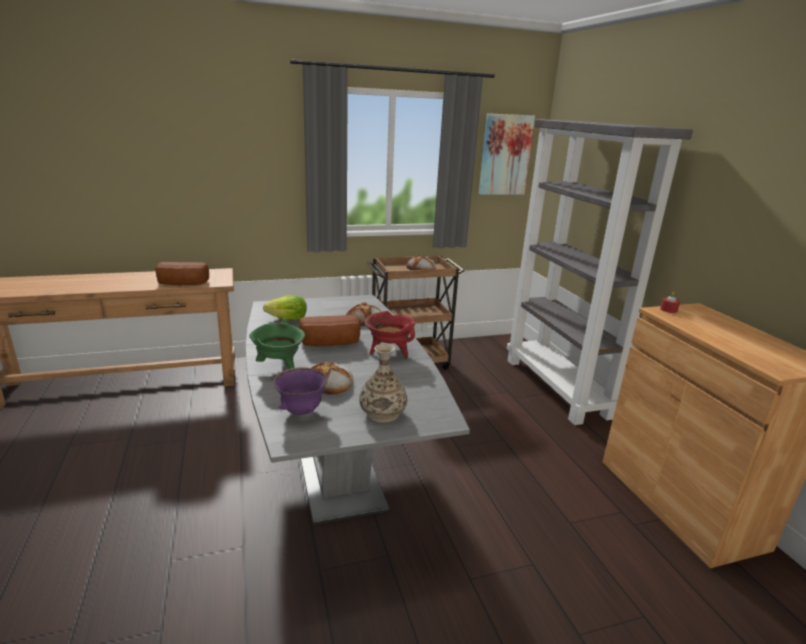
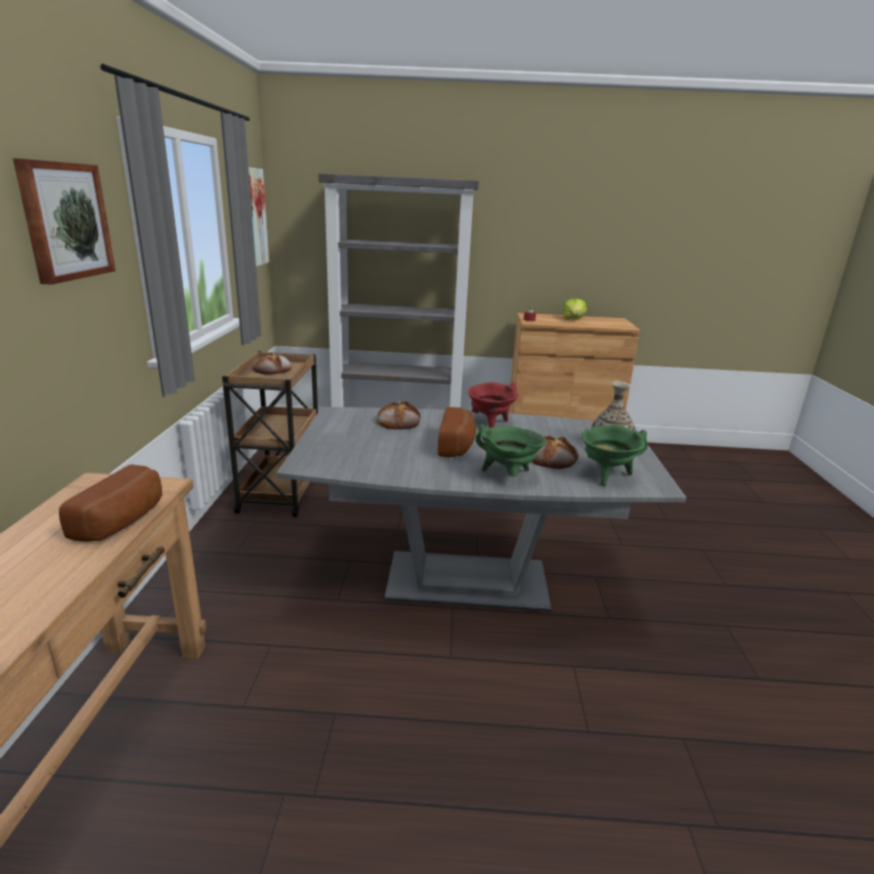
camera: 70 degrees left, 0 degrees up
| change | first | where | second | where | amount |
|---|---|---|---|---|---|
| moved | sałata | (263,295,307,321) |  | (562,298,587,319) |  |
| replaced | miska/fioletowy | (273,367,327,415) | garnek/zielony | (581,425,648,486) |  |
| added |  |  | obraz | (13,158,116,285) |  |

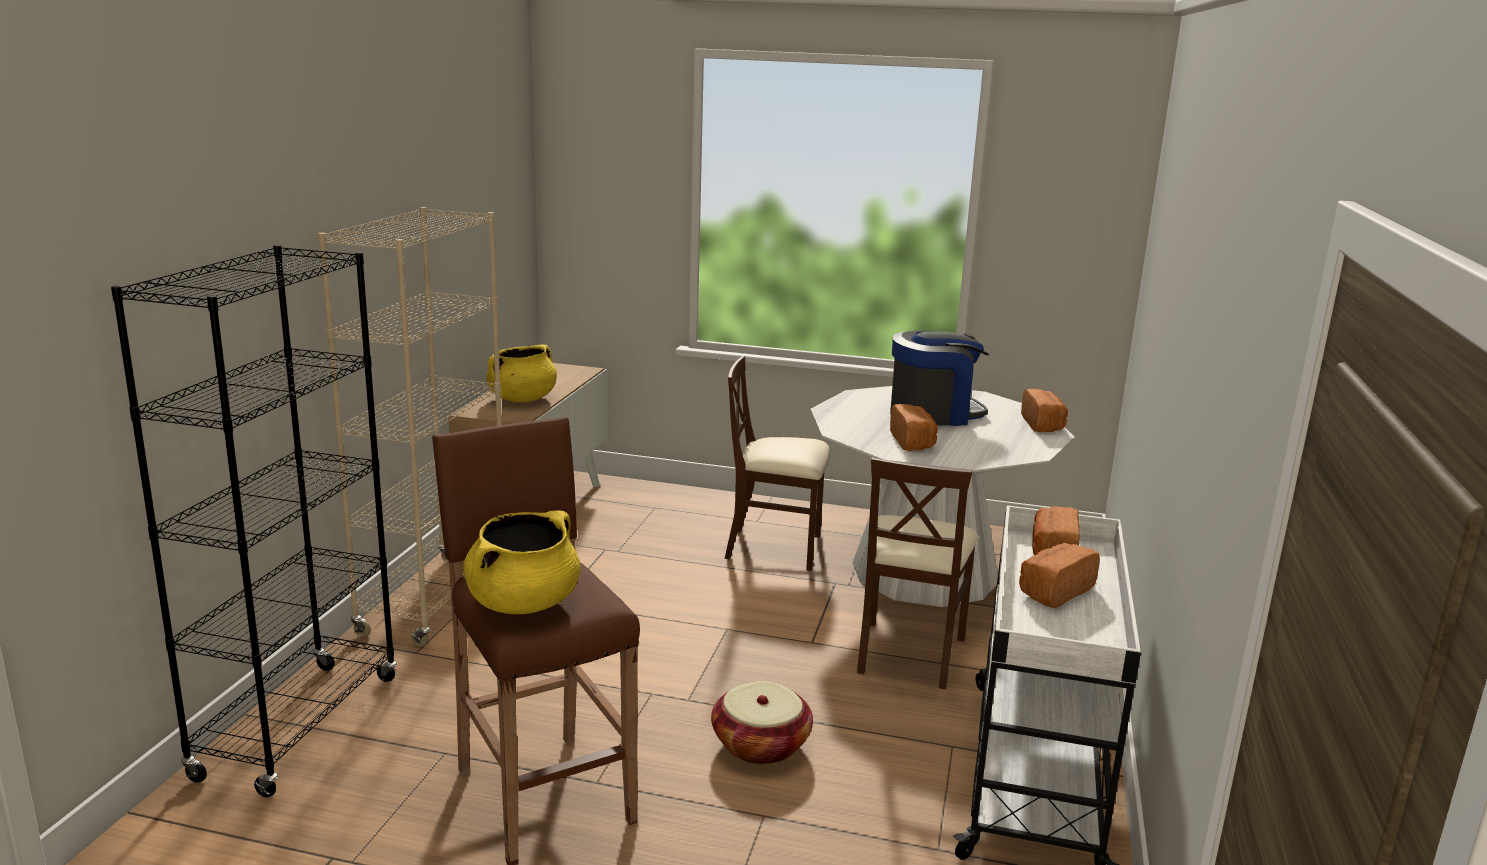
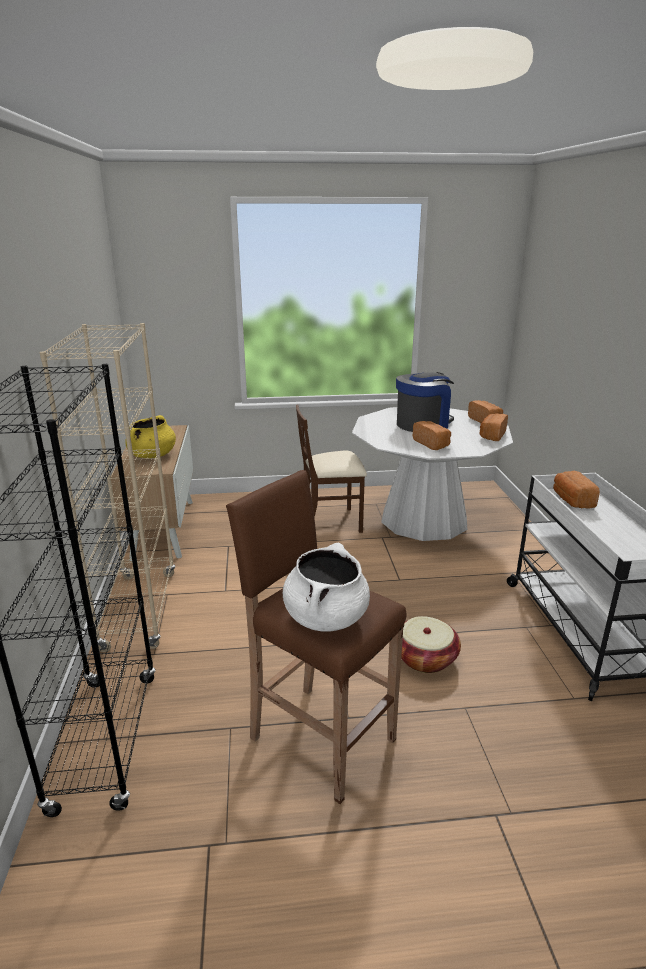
camera: 20 degrees left, 5 degrees up
| change | first | where | second | where | amount |
|---|---|---|---|---|---|
| recoloured | garnek/żółty | (463,510,581,614) | garnek/biały | (283,543,370,631) |  |
| removed | krzesło/brązowy | (857,457,979,689) |  |  |  |
| moved | chleb | (1019,543,1100,608) |  | (480,413,508,441) |  |

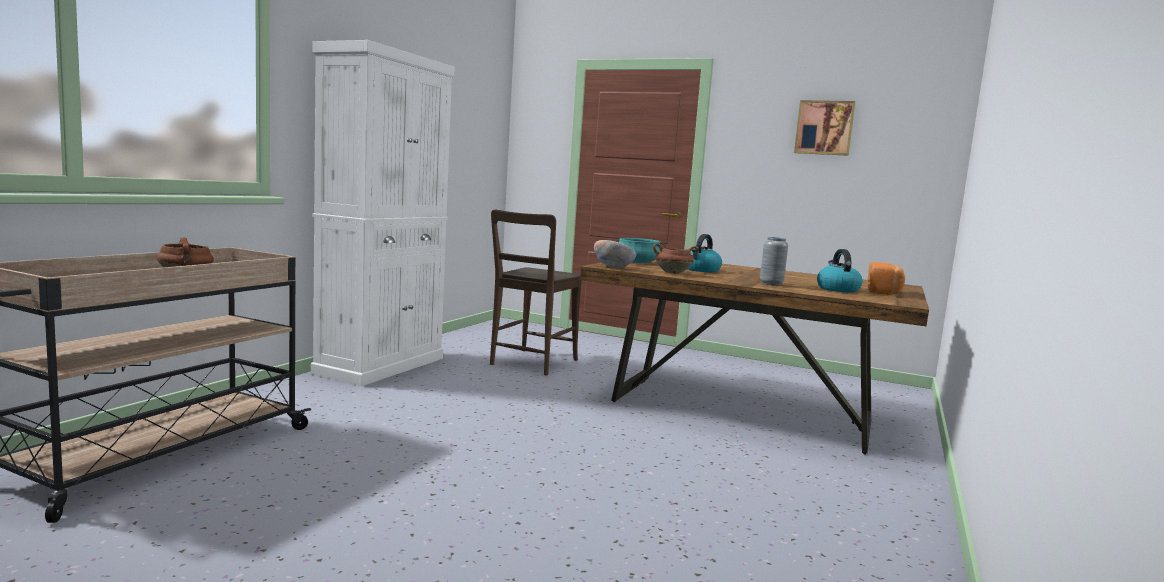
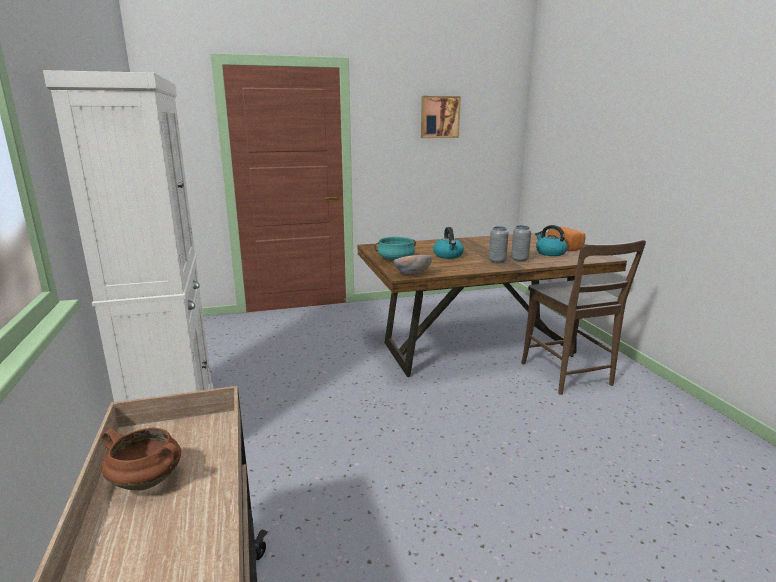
camera: 40 degrees left, 10 degrees up
| change | first | where | second | where | amount |
|---|---|---|---|---|---|
| moved | krzesło/brązowy | (490,210,582,375) |  | (521,240,646,395) |  |
| removed | garnek/brązowy | (653,243,698,274) |  |  |  |
| added |  |  | wazon/szary | (489,226,509,263) |  |

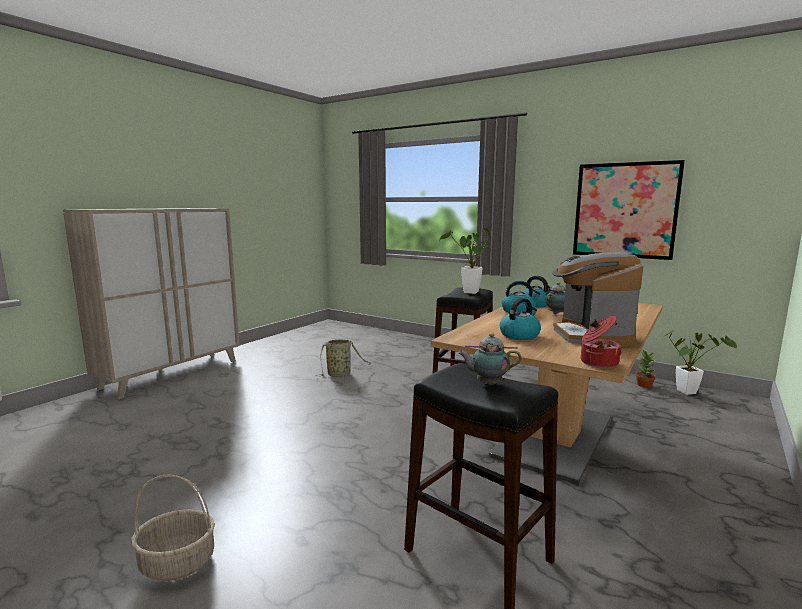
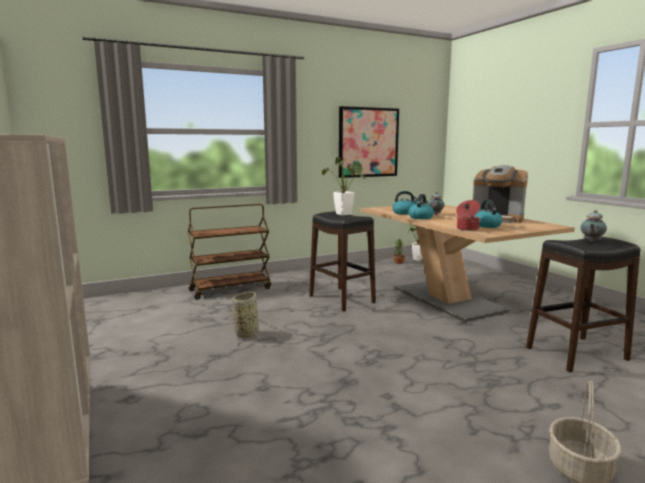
camera: 60 degrees left, 0 degrees up
| change | first | where | second | where | amount |
|---|---|---|---|---|---|
| moved | garnek | (581,316,622,368) |  | (456,200,480,231) |  |
| added |  |  | wózek/brązowy | (188,204,271,300) |  |

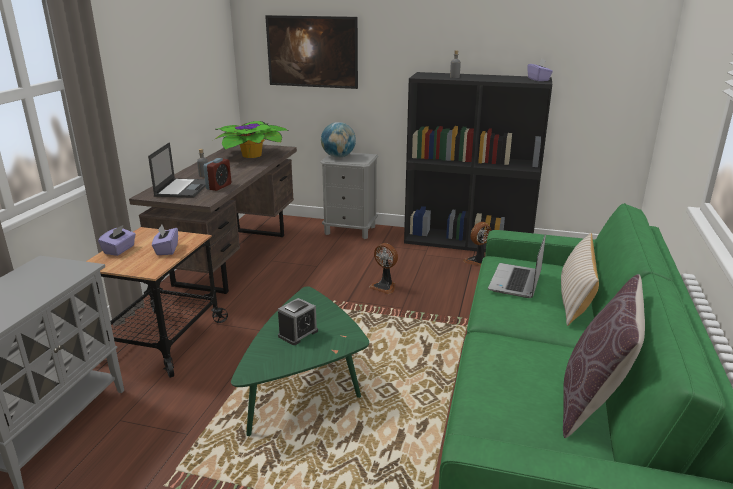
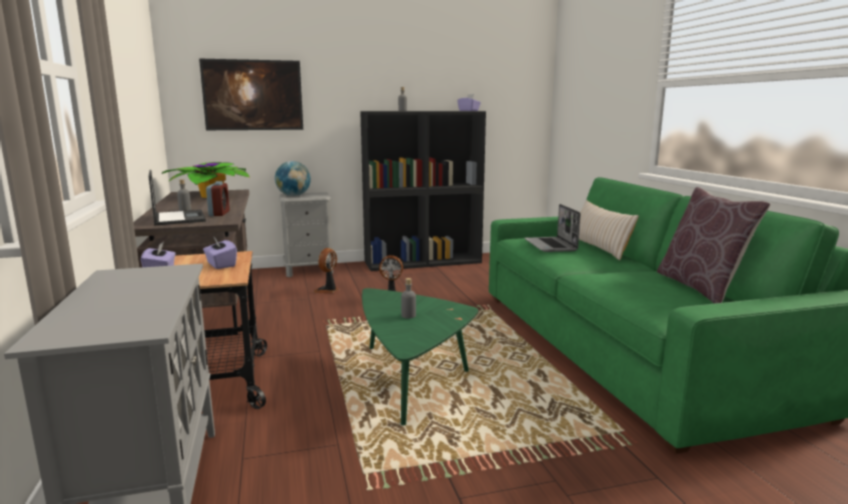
camera: 30 degrees left, 10 degrees down
| change | first | where | second | where | amount |
|---|---|---|---|---|---|
| replaced | budzik | (278,298,318,345) | butelka/szary | (401,278,416,319) |  |
| moved | wentylator | (463,222,491,266) |  | (314,248,339,293) |  |

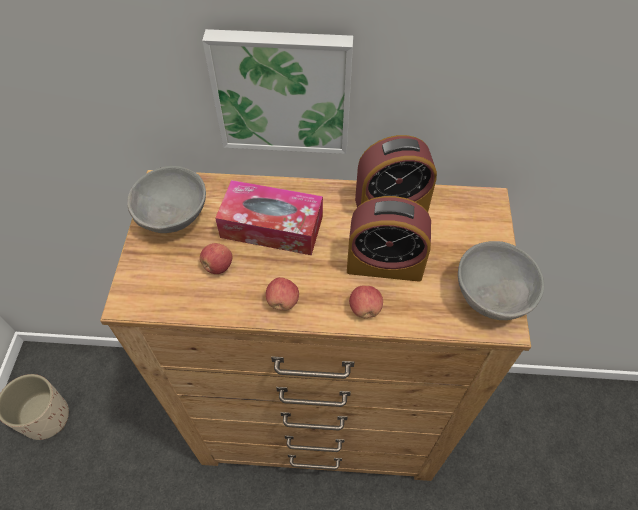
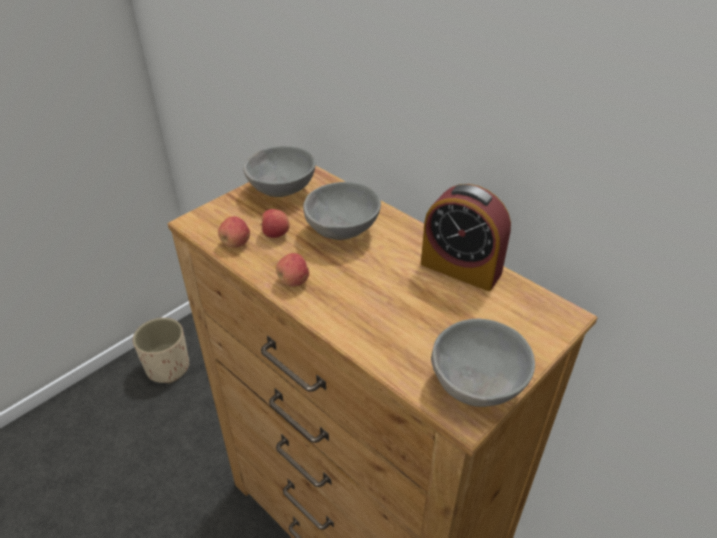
camera: 40 degrees right, 15 degrees down
| change | first | where | second | where | amount |
|---|---|---|---|---|---|
| removed | obraz | (202,29,353,154) |  |  |  |
| replaced | pudełko chusteczek | (215,180,323,255) | miska/szary | (303,182,381,240) |  |
| removed | budzik | (347,196,431,282) |  |  |  |
| moved | jabłko | (349,285,383,318) |  | (218,216,250,247) |  |

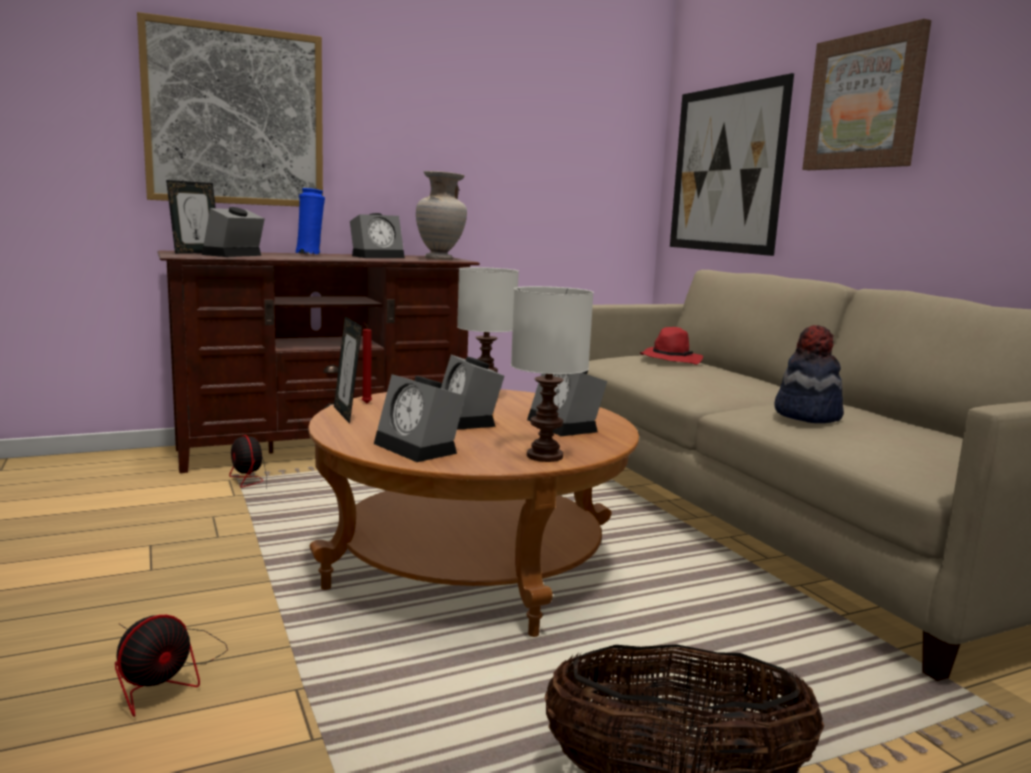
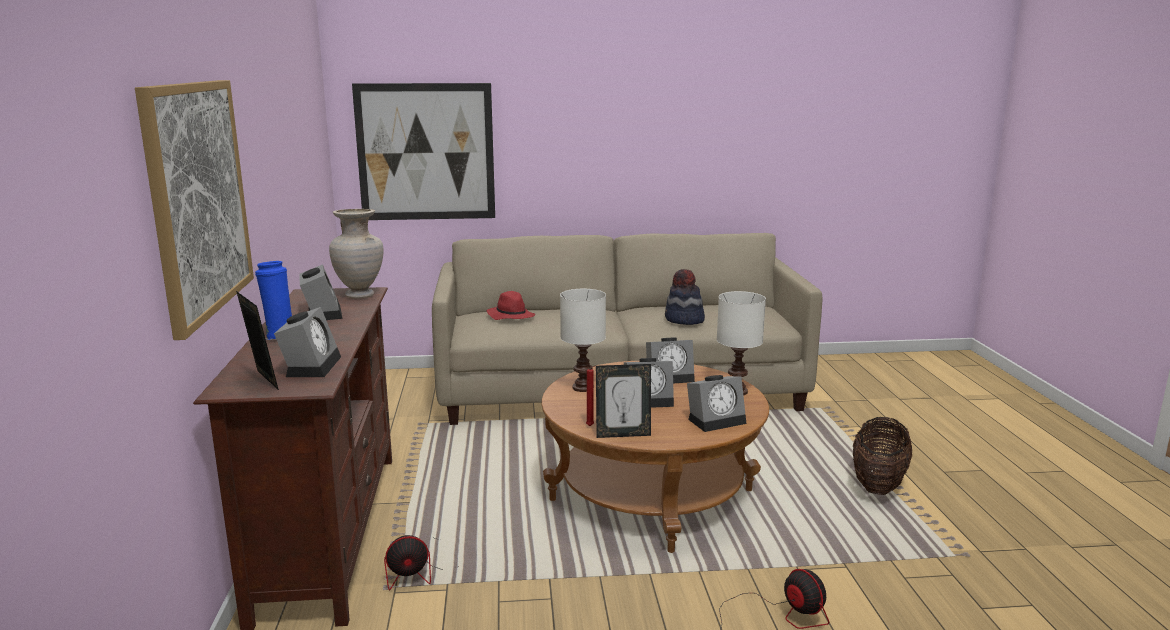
camera: 70 degrees left, 5 degrees up
| change | first | where | second | where | amount |
|---|---|---|---|---|---|
| turned | budzik | (202,207,265,257) |  | (274,307,341,377) | 135 degrees counterclockwise |
| removed | obraz | (802,19,931,170) |  |  |  |

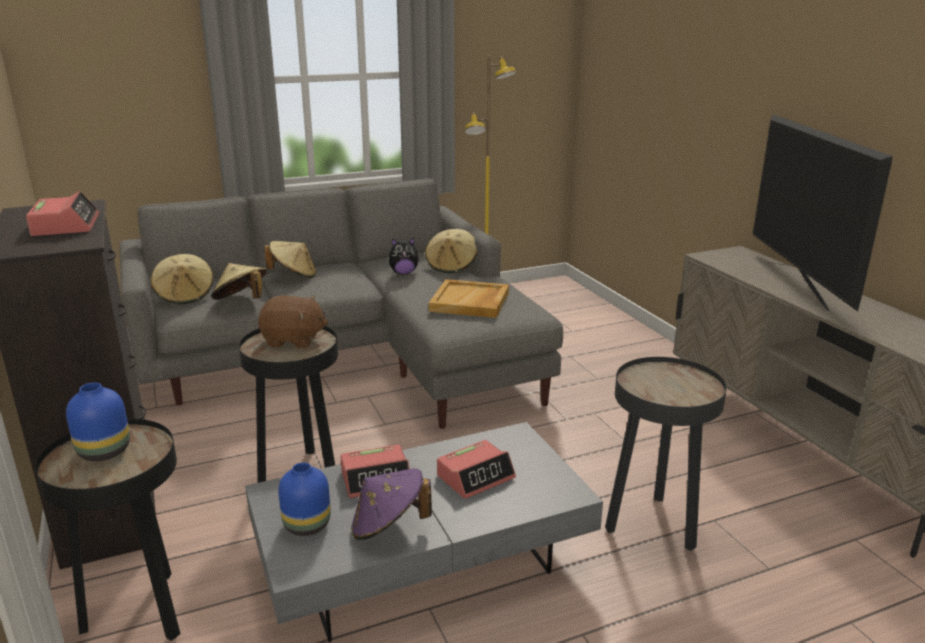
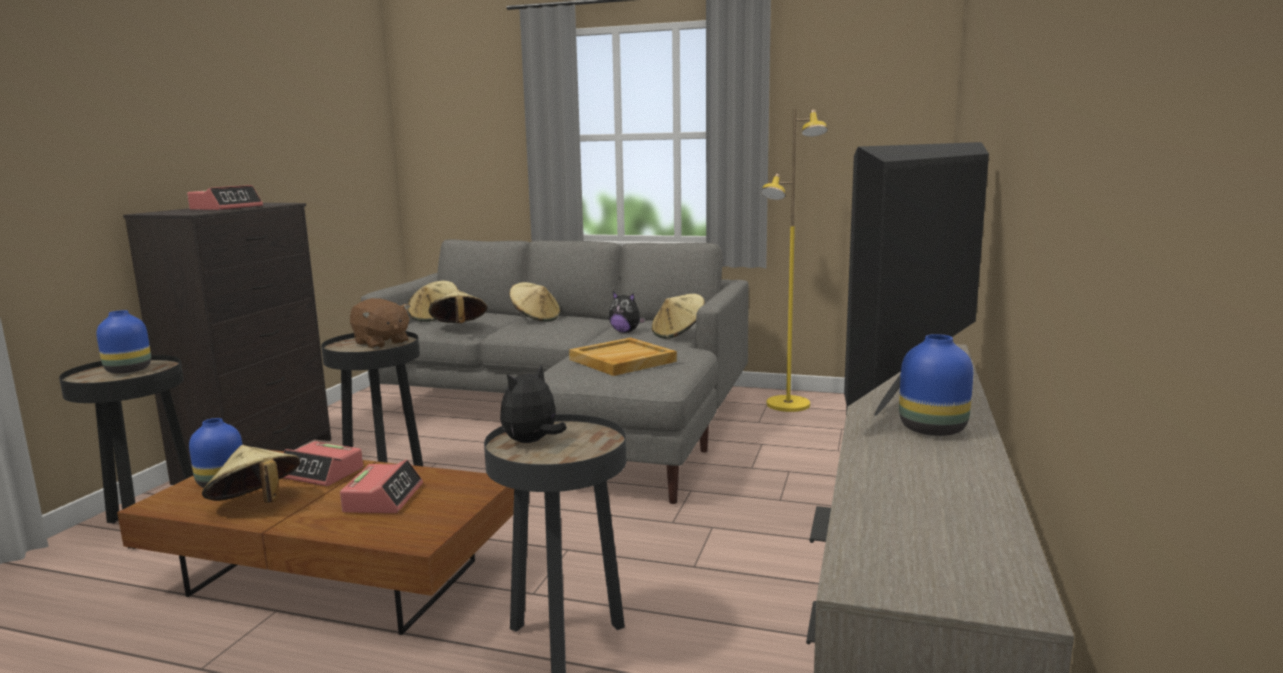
camera: 40 degrees right, 10 degrees down
| change | first | where | second | where | amount |
|---|---|---|---|---|---|
| recoloured | ława/szary | (245,422,603,642) | ława/brązowy | (117,449,514,635) |  |
| recoloured | kapelusz/fioletowy | (351,468,432,540) | kapelusz/beżowy | (202,445,300,503) |  |
| turned | budzik | (437,440,516,499) |  | (340,460,423,513) | 90 degrees counterclockwise |
| added |  |  | pluszak | (500,365,567,443) |  |
| added |  |  | wazon/niebieski | (899,334,973,436) |  |

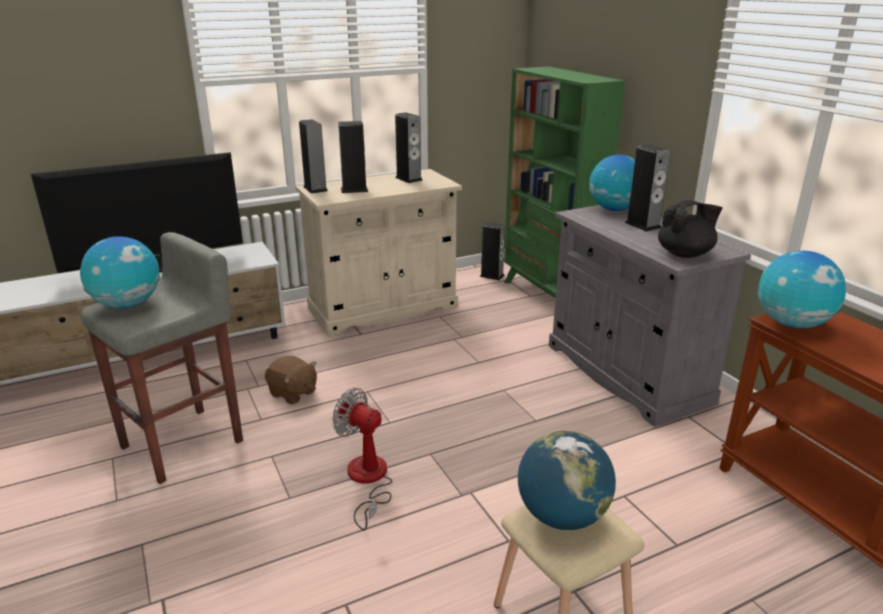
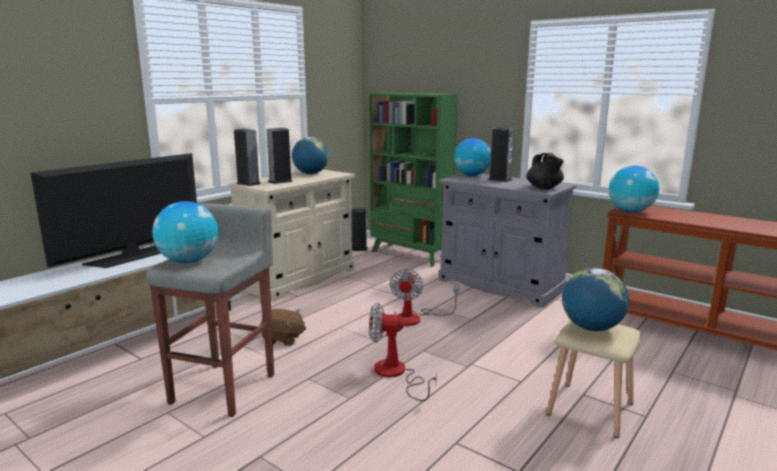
camera: 25 degrees left, 10 degrees down
| change | first | where | second | where | amount |
|---|---|---|---|---|---|
| replaced | głośnik | (395,112,423,183) | globus | (292,137,329,174) |  |
| turned | imbryk/czarny | (658,200,723,258) |  | (526,153,564,189) | 120 degrees clockwise |
| added |  |  | wentylator | (390,269,460,326) |  |

